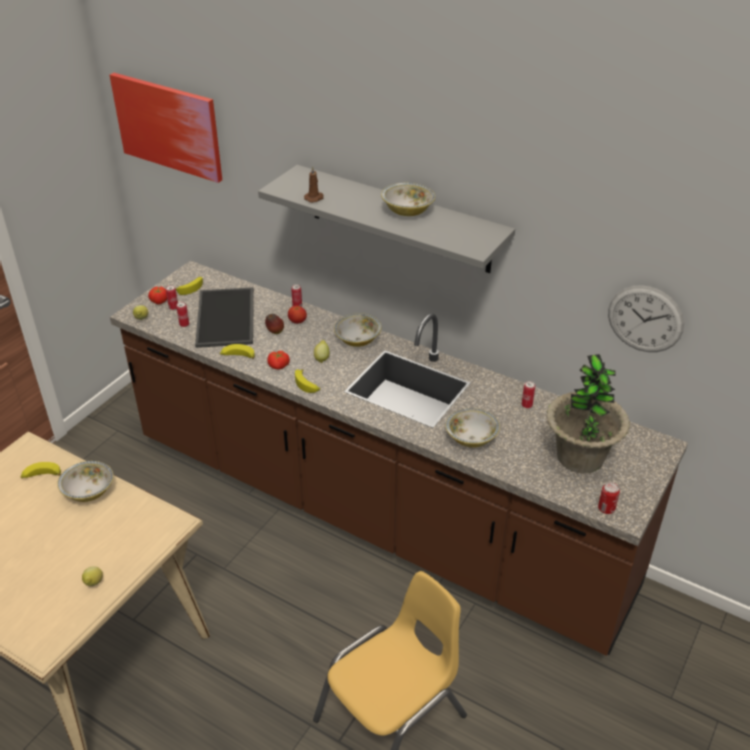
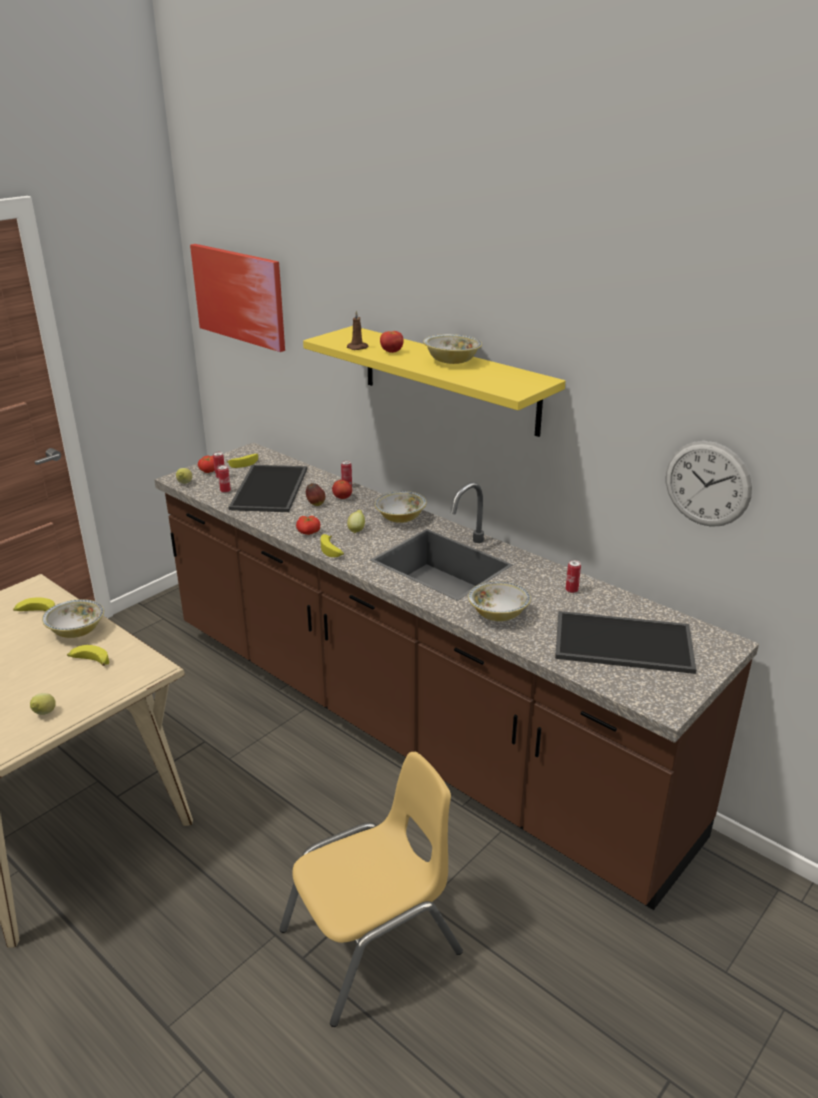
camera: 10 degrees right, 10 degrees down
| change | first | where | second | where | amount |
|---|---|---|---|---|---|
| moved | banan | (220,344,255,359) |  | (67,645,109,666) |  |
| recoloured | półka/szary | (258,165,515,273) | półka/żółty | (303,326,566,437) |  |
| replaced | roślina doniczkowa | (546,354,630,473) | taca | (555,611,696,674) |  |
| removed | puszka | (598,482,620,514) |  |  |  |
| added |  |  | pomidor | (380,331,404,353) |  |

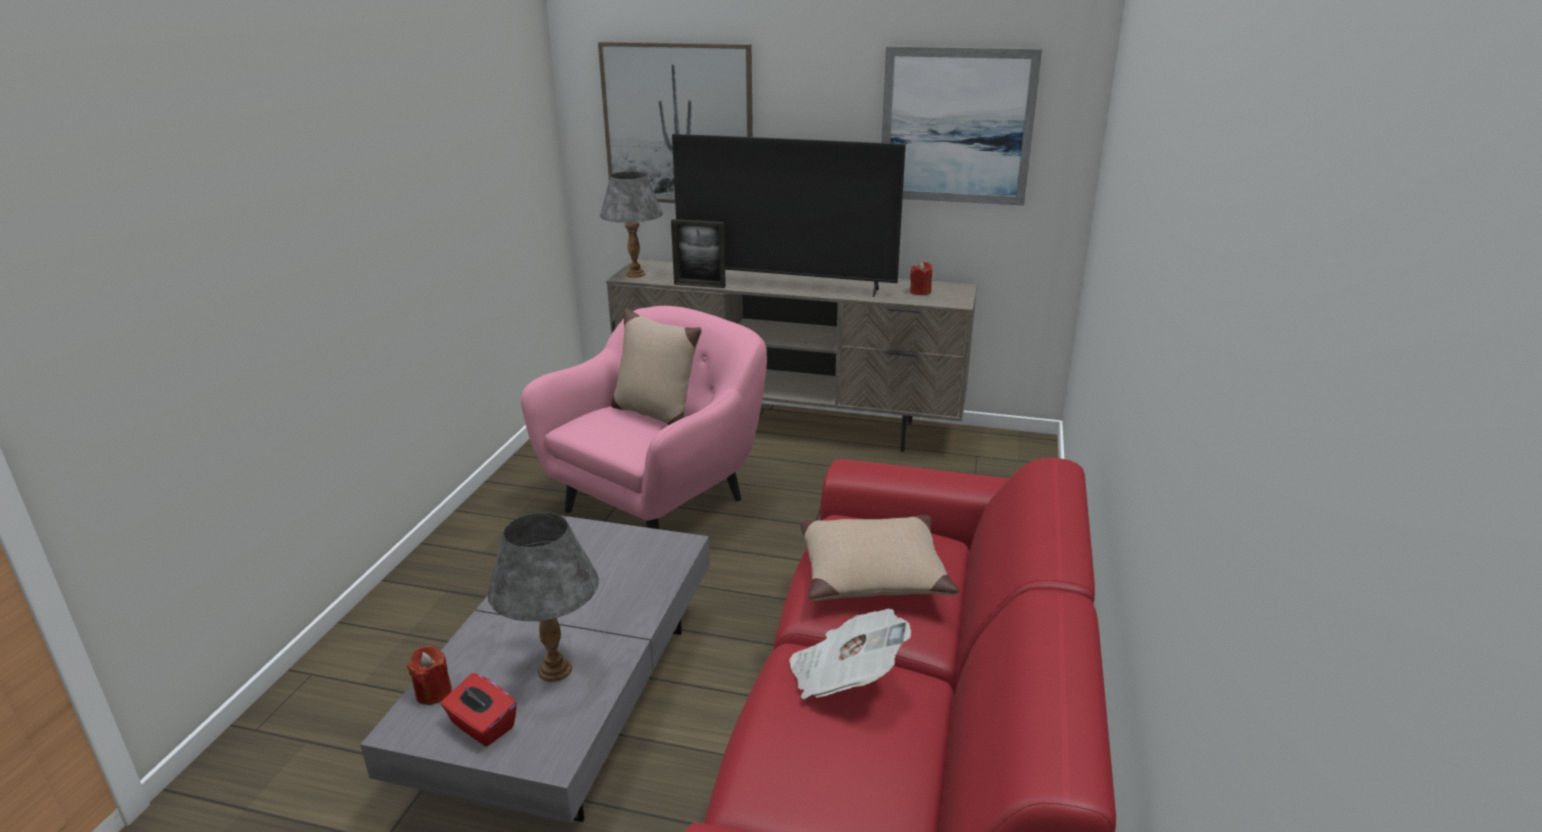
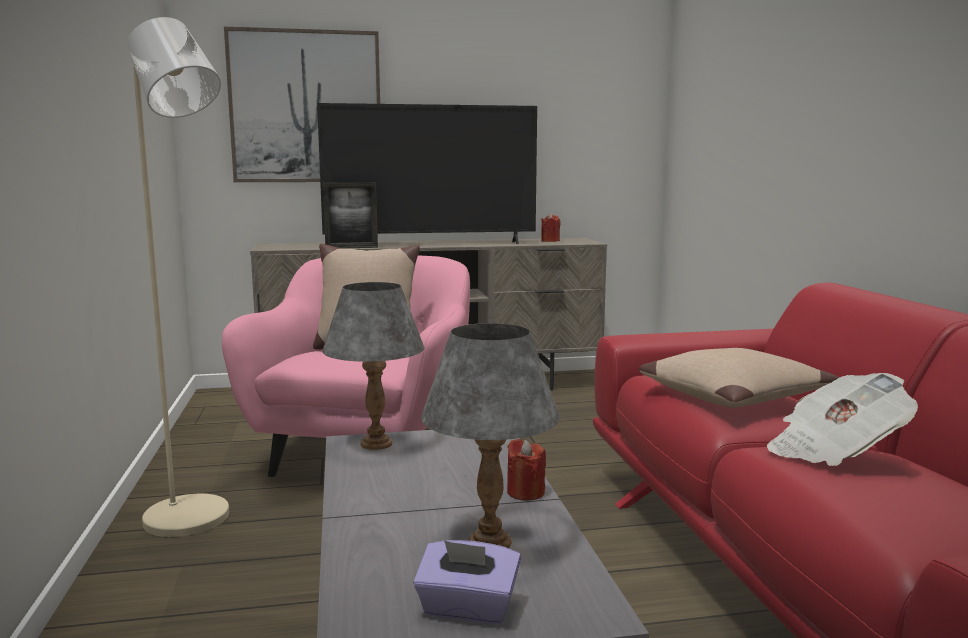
camera: 25 degrees left, 15 degrees down
| change | first | where | second | where | amount |
|---|---|---|---|---|---|
| moved | świeca/czerwony | (407,645,452,705) |  | (507,439,546,500) |  |
| recoloured | pudełko chusteczek/czerwony | (441,673,517,746) | pudełko chusteczek/fioletowy | (413,540,521,624) |  |
| moved | lampa stołowa/szary | (600,171,663,278) |  | (322,282,425,450) |  |
| removed | obraz | (882,46,1042,206) |  |  |  |
| added |  |  | lampa stojąca/beżowy | (127,17,229,537) |  |

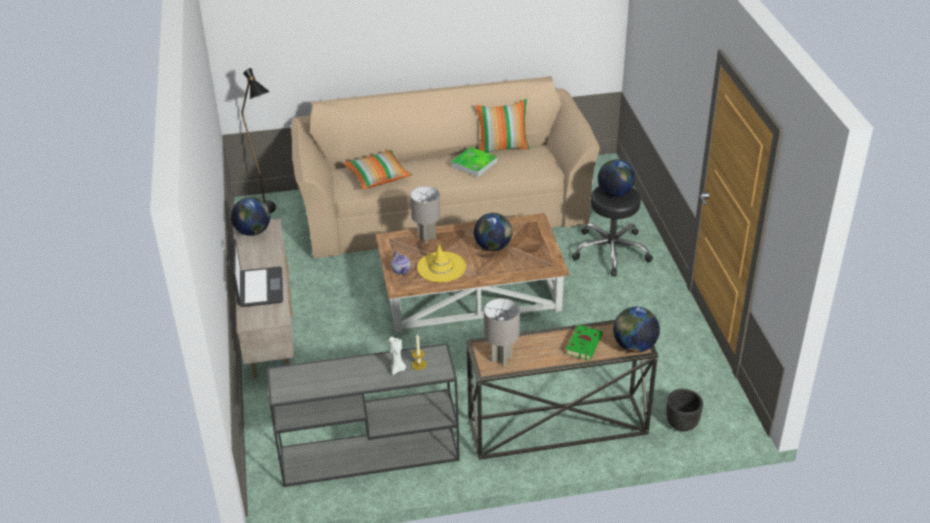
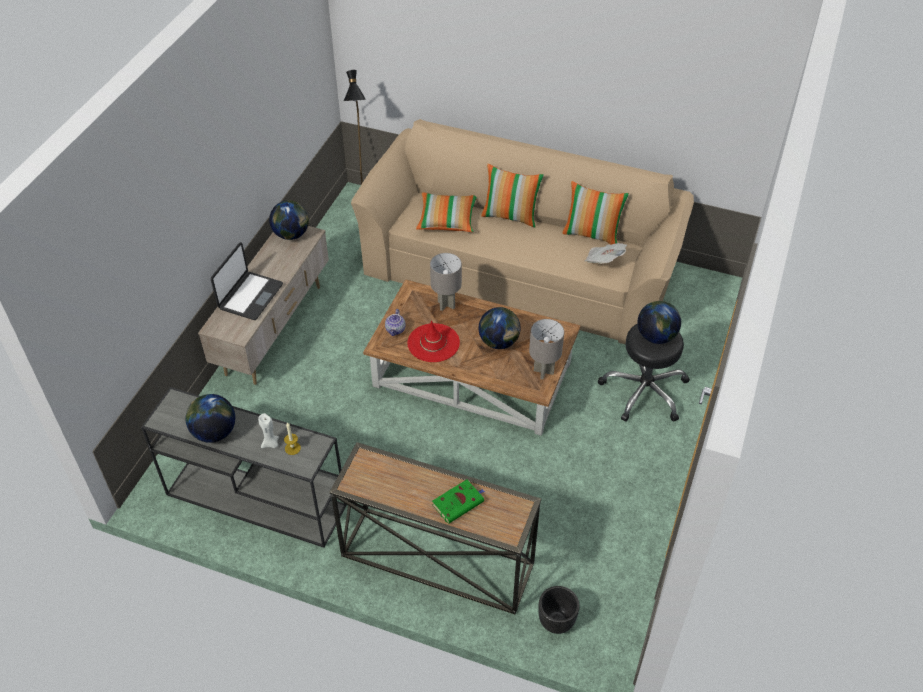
camera: 30 degrees right, 10 degrees up
| change | first | where | second | where | amount |
|---|---|---|---|---|---|
| recoloured | kapelusz/żółty | (417,244,466,282) | kapelusz/czerwony | (408,321,460,362) |  |
| removed | taca | (451,147,497,177) |  |  |  |
| moved | lampa stołowa/szary | (484,298,520,367) |  | (529,319,564,379) |  |
| moved | globus | (613,307,660,353) |  | (185,394,235,443) |  |
| added |  |  | poduszka | (481,164,544,227) |  |
| added |  |  | gazeta | (585,243,627,264) |  |

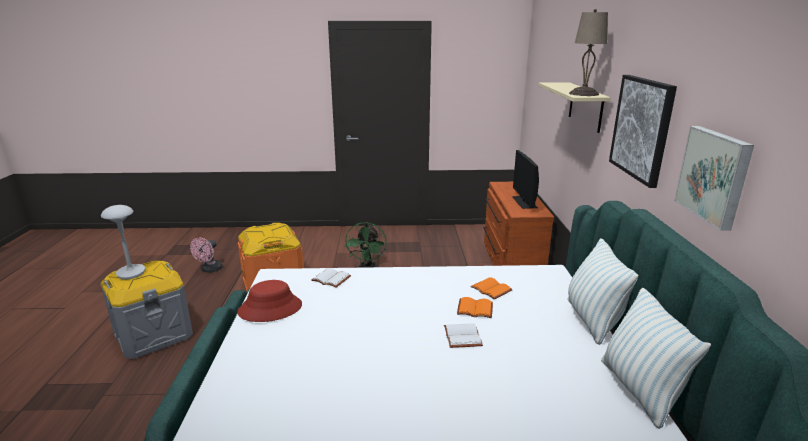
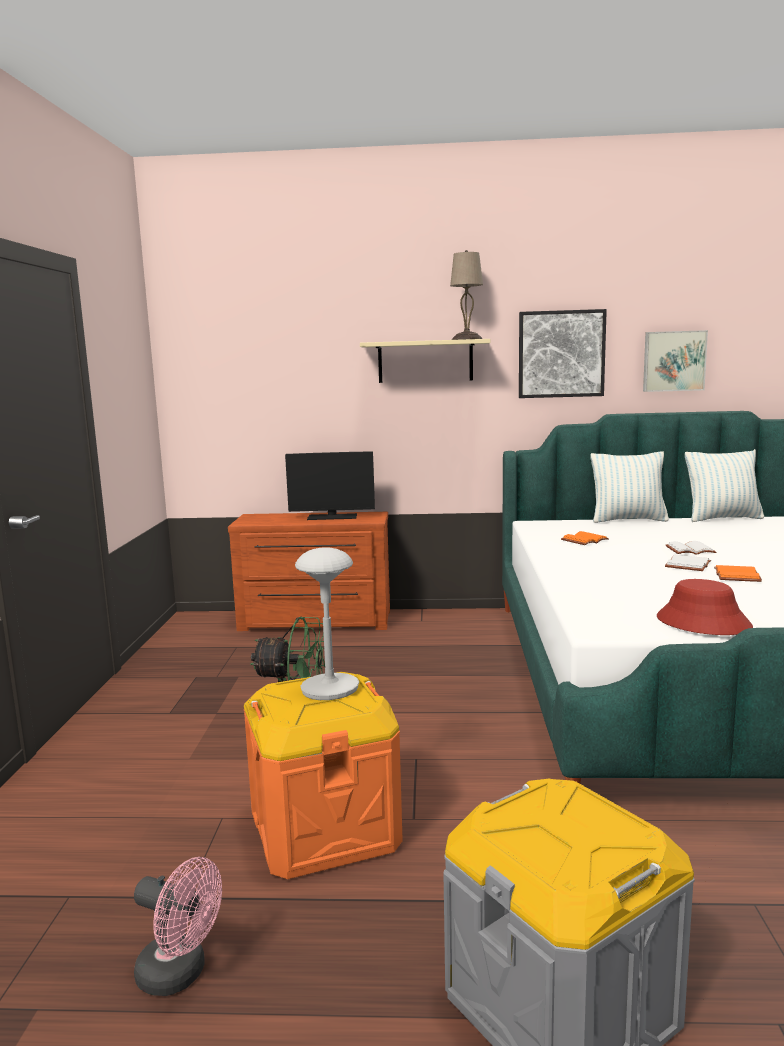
camera: 85 degrees left, 10 degrees down
| change | first | where | second | where | amount |
|---|---|---|---|---|---|
| moved | lampa stołowa/szary | (101,205,145,280) |  | (295,547,359,700) |  |
| moved | książka/biały | (311,268,351,287) |  | (665,554,711,571) |  |
| moved | książka/pomarańczowy | (457,297,493,318) |  | (714,565,762,582) |  |

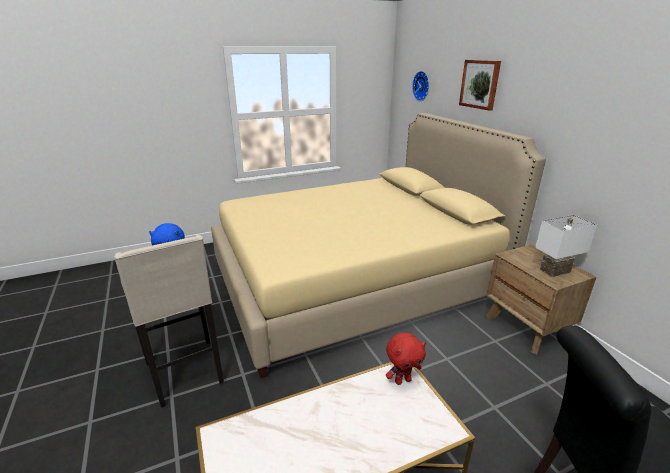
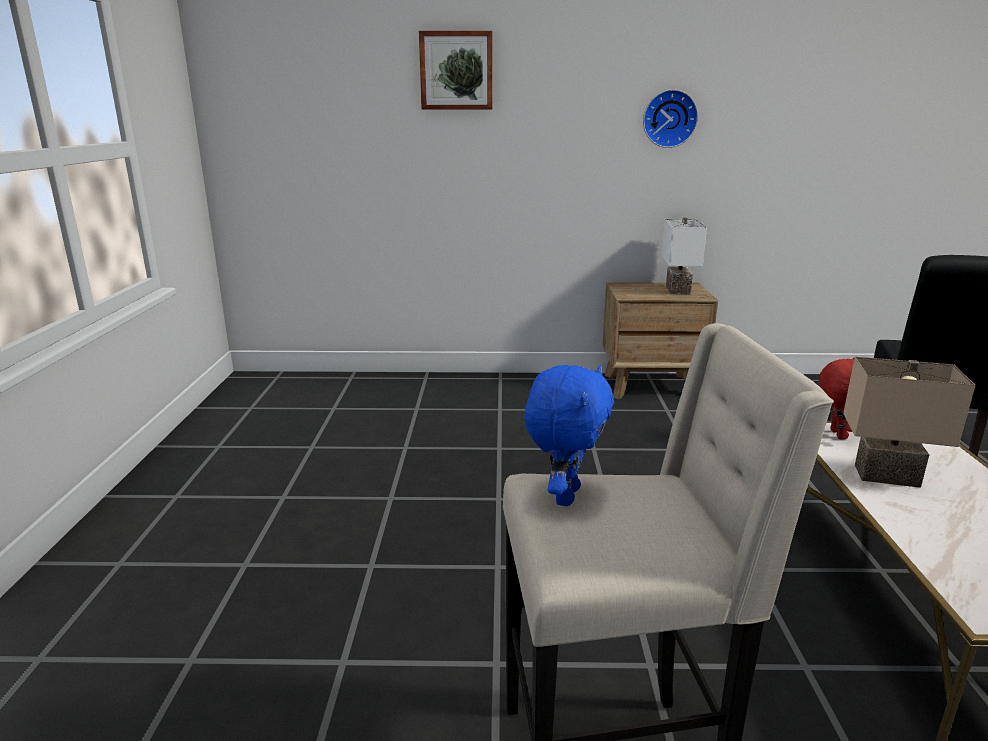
camera: 65 degrees left, 5 degrees down
| change | first | where | second | where | amount |
|---|---|---|---|---|---|
| removed | łóżko/beżowy | (211,113,546,378) |  |  |  |
| moved | zegar ścienny | (412,71,429,101) |  | (643,89,698,148) |  |
| added |  |  | lampa stołowa/beżowy | (843,357,975,488) |  |

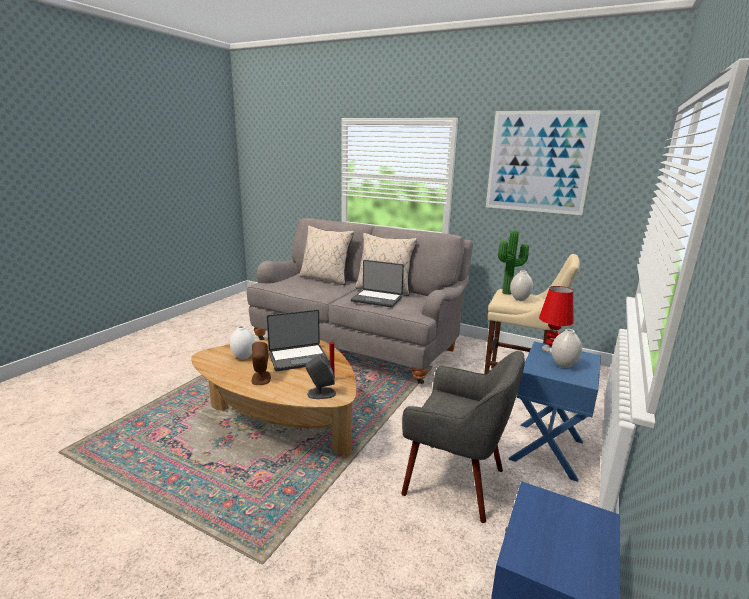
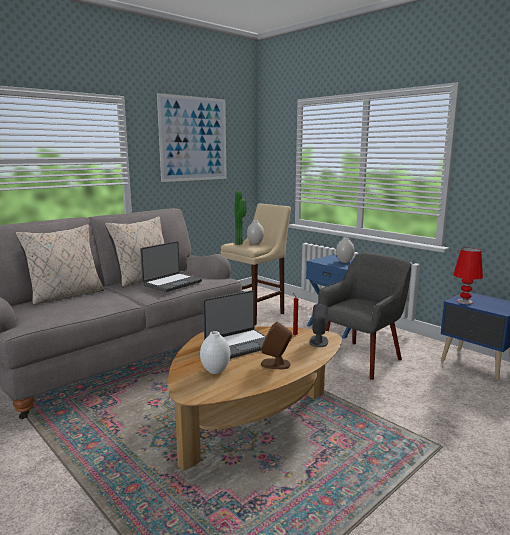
camera: 70 degrees left, 5 degrees down
| change | first | where | second | where | amount |
|---|---|---|---|---|---|
| turned | laptop | (267,309,330,371) |  | (203,290,266,359) | 60 degrees clockwise |
| moved | lampa stołowa/czerwony | (539,286,574,353) |  | (453,248,483,304) |  |

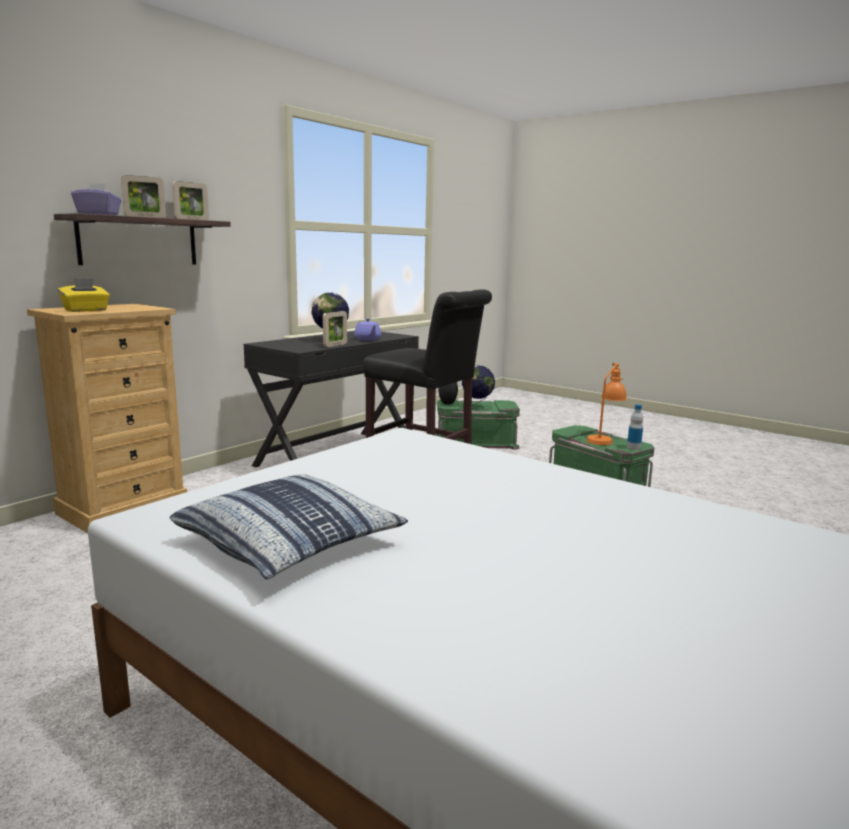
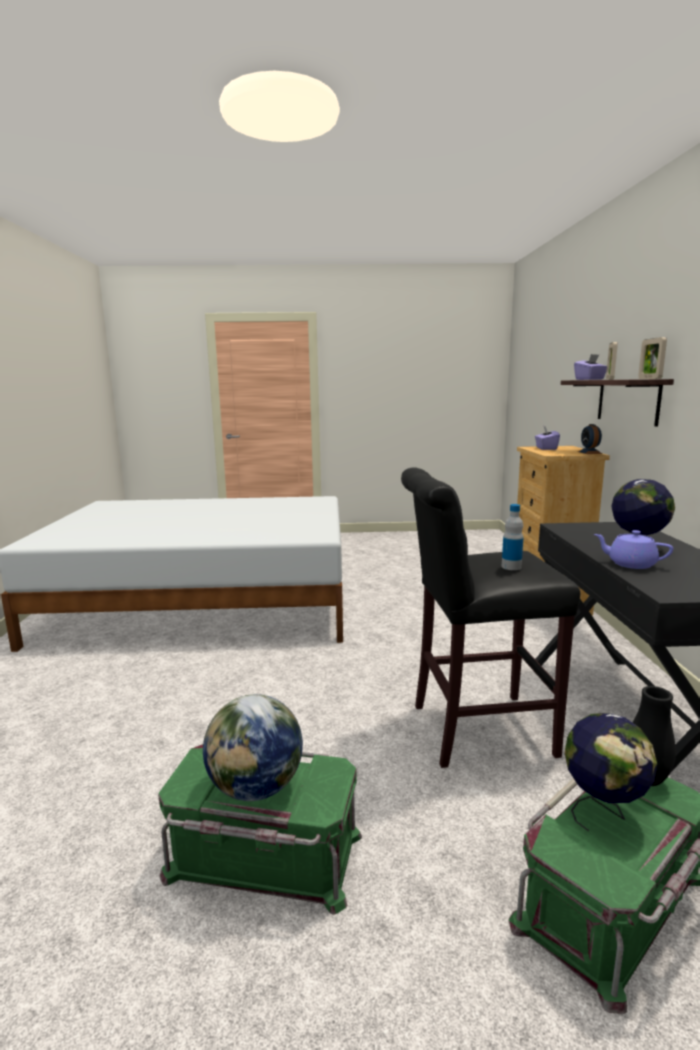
camera: 140 degrees right, 0 degrees up
| change | first | where | second | where | amount |
|---|---|---|---|---|---|
| recoloured | pudełko chusteczek/żółty | (58,278,110,312) | pudełko chusteczek/fioletowy | (535,425,560,450) |  |
| removed | poduszka | (170,474,408,580) |  |  |  |
| removed | ramka na zdjęcie | (323,311,347,347) |  |  |  |
| replaced | lampa stołowa/pomarańczowy | (586,363,627,445) | globus | (203,694,303,801) |  |
| moved | butelka | (627,404,643,450) |  | (502,504,523,570) |  |
| added |  |  | budzik | (578,424,602,454) |  |

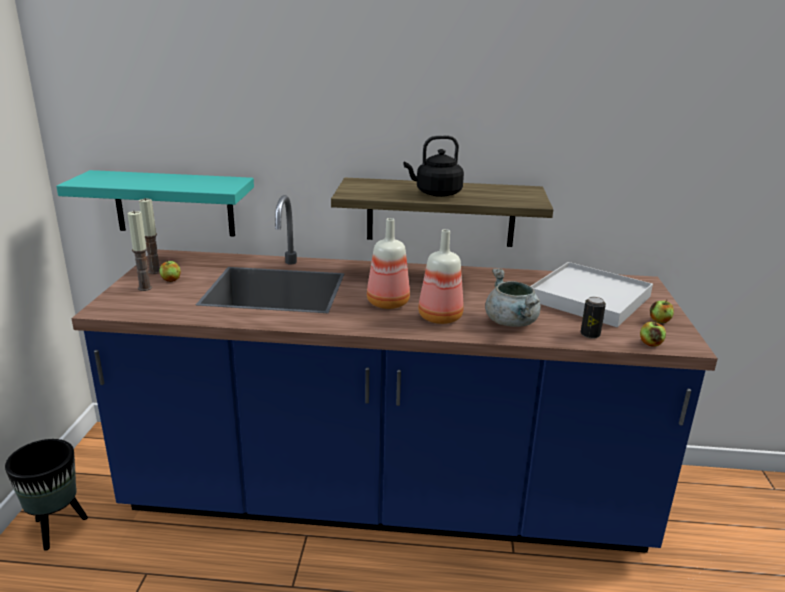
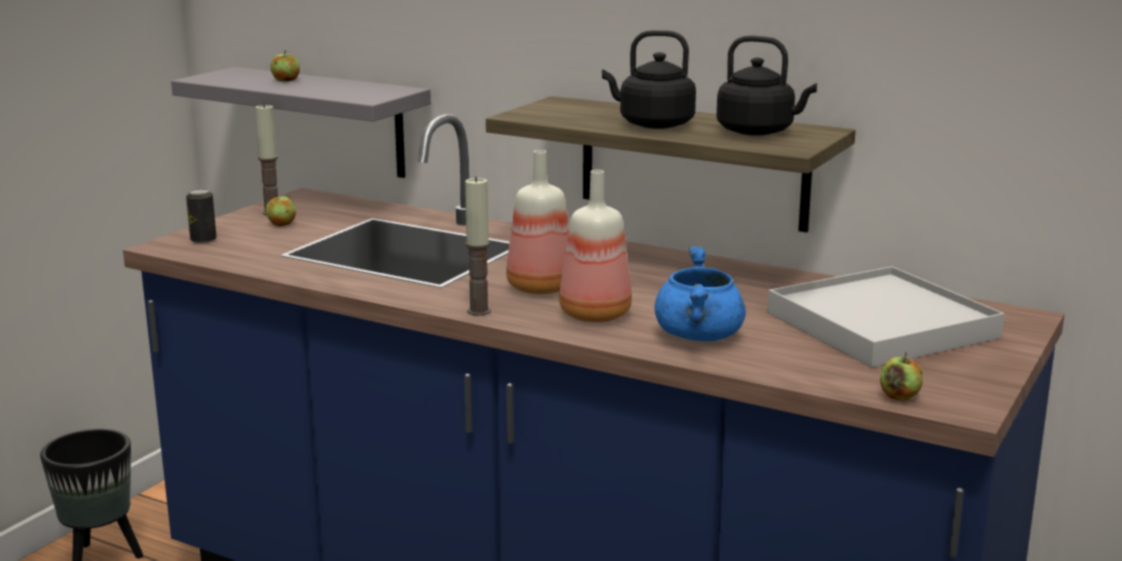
camera: 25 degrees right, 5 degrees down
| change | first | where | second | where | amount |
|---|---|---|---|---|---|
| recoloured | półka/turkusowy | (56,170,254,237) | półka/szary | (171,67,431,178) |  |
| moved | świeca | (127,210,152,291) |  | (465,176,491,316) |  |
| recoloured | garnek/szary | (485,268,541,327) | garnek/niebieski | (654,246,746,341) |  |
| moved | puszka | (581,297,606,339) |  | (186,189,217,243) |  |
| moved | jabłko | (650,300,674,323) |  | (270,50,300,82) |  |
| added |  |  | czajnik/czarny | (716,36,817,136) |  |

